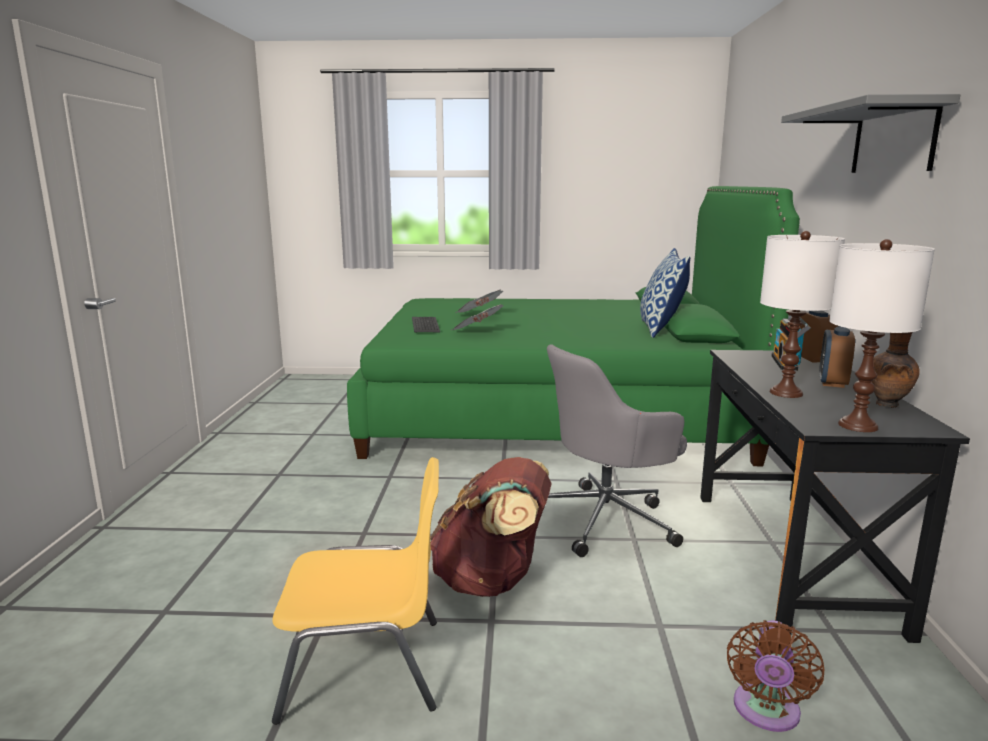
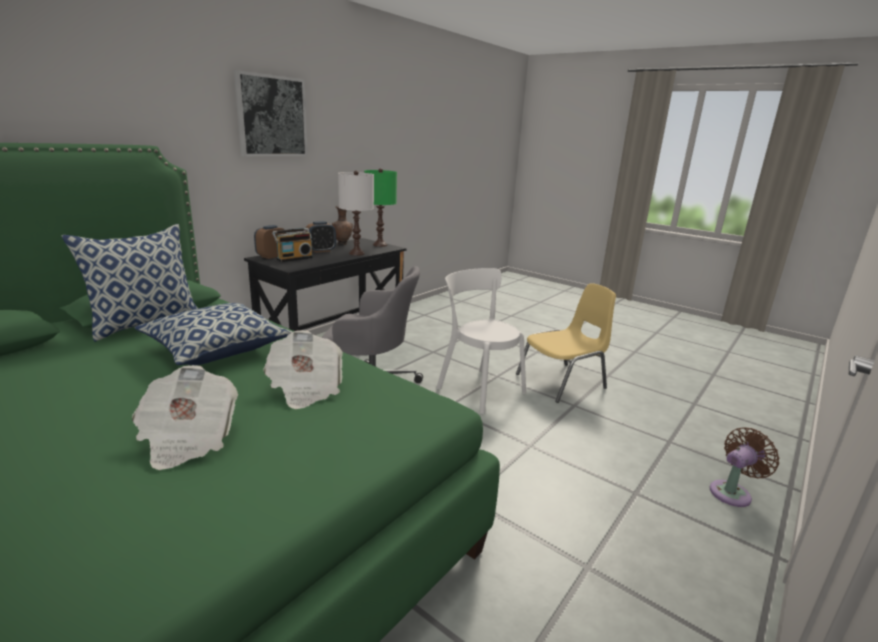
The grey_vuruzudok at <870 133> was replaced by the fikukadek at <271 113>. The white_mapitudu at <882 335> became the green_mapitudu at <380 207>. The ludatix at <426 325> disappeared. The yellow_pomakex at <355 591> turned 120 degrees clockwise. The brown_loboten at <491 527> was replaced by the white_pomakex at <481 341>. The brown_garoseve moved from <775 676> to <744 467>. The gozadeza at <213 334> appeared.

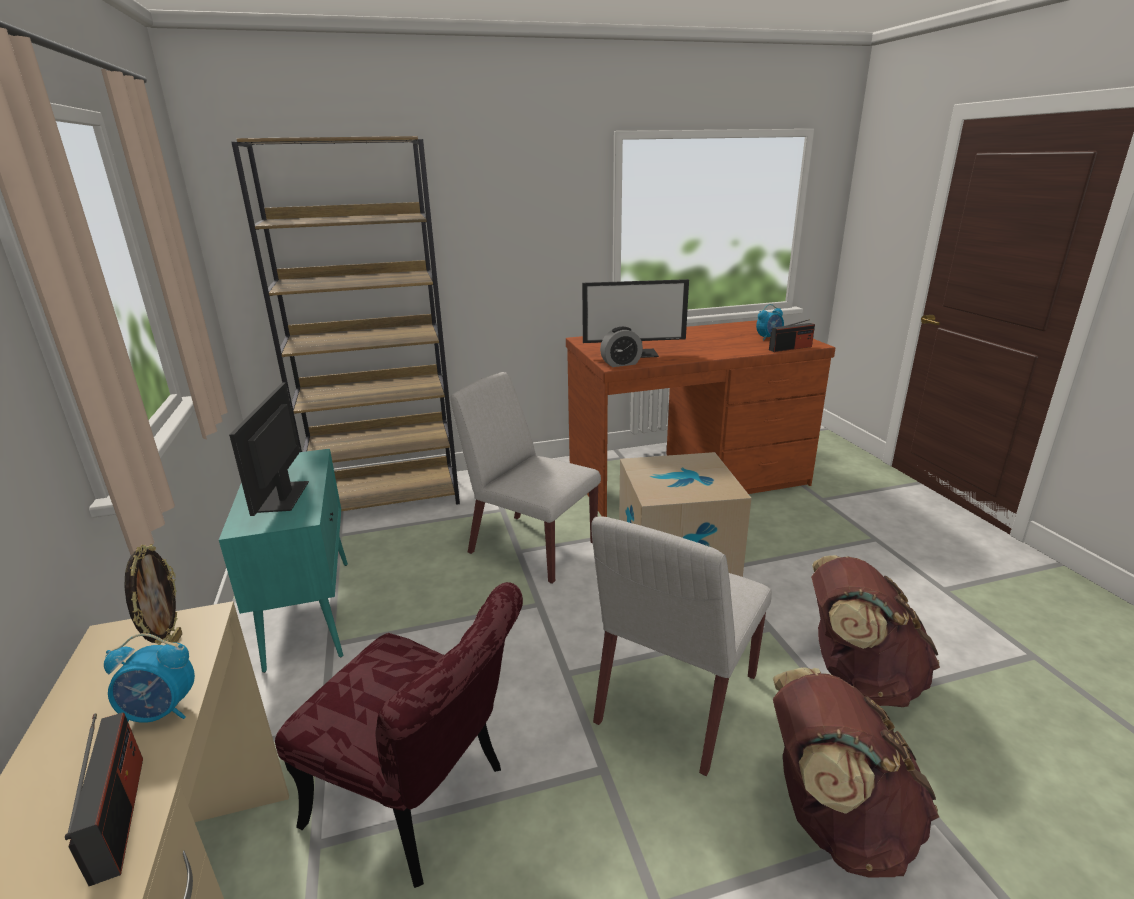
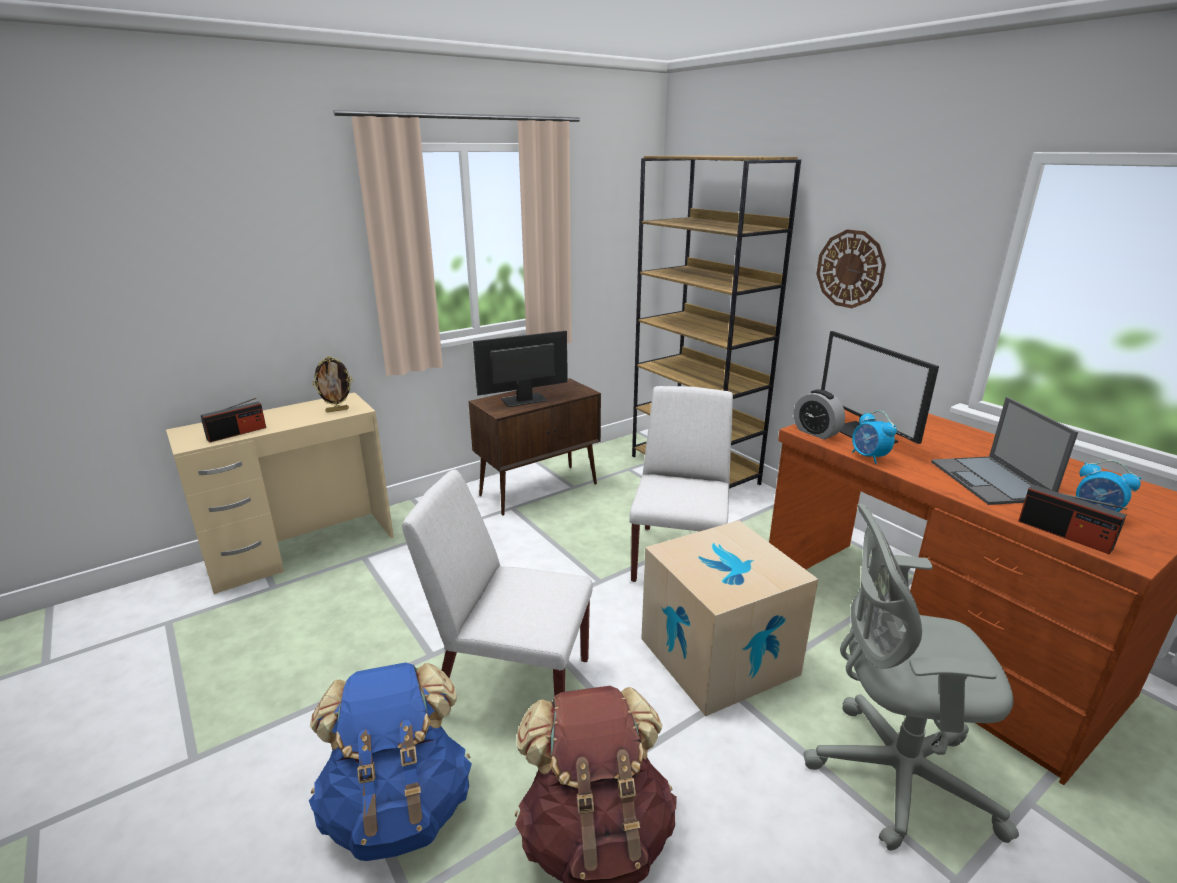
The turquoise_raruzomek at <283 561> became the brown_raruzomek at <534 447>. The red_pomakex at <399 735> disappeared. The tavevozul moved from <149 678> to <874 437>. The brown_loboten at <856 772> became the blue_loboten at <390 761>. The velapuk at <851 268> appeared. The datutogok at <1004 451> appeared. The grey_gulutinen at <911 677> appeared.

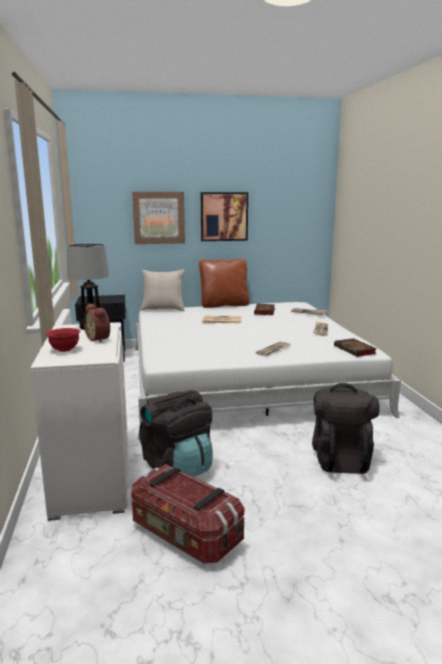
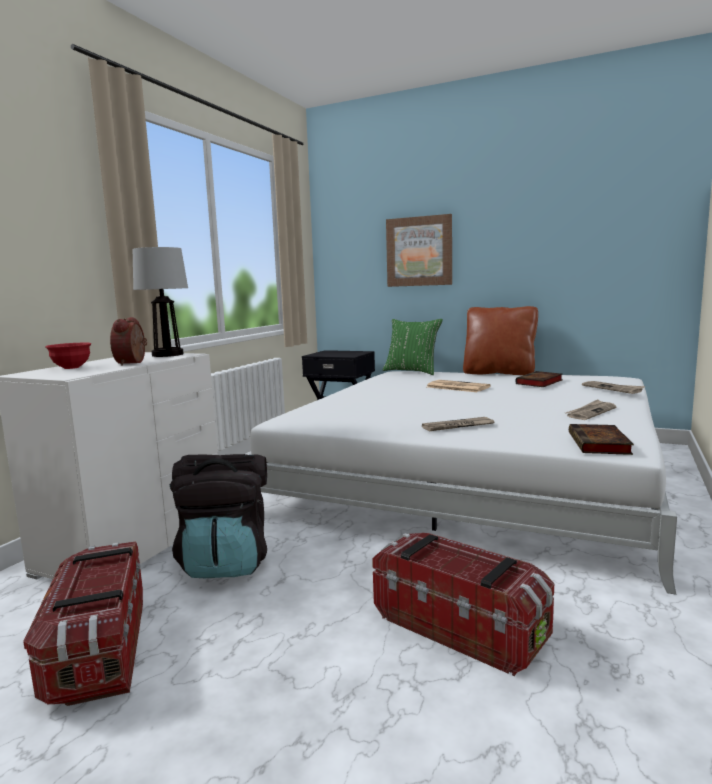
The fikukadek at <224 216> disappeared. The beige_gozadeza at <162 290> became the green_gozadeza at <413 347>. The black_loboten at <346 428> was replaced by the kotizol at <463 604>.

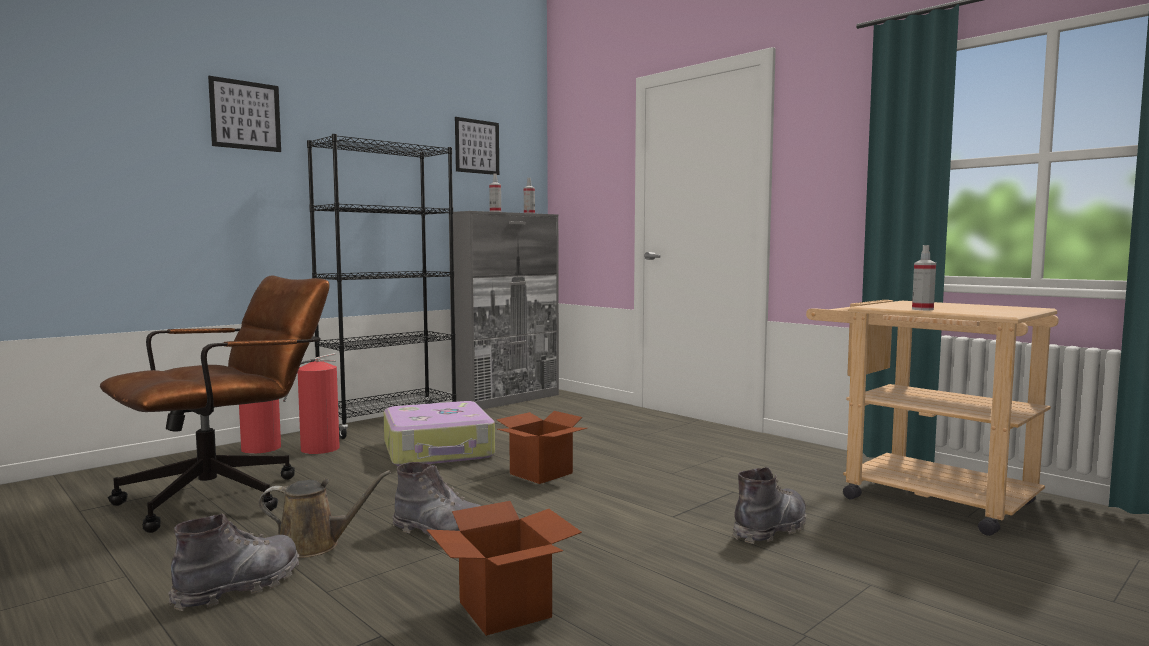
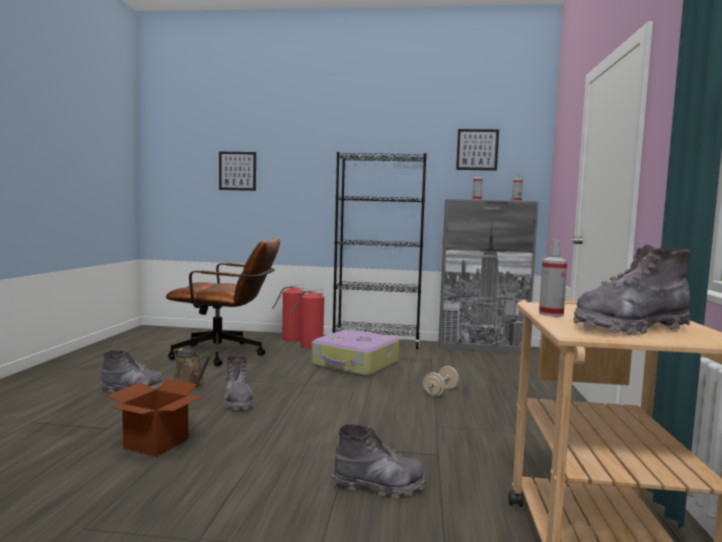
The fikukadek moved from <244 114> to <237 171>. The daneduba at <542 447> disappeared. The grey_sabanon at <632 289> appeared. The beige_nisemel at <441 381> appeared.

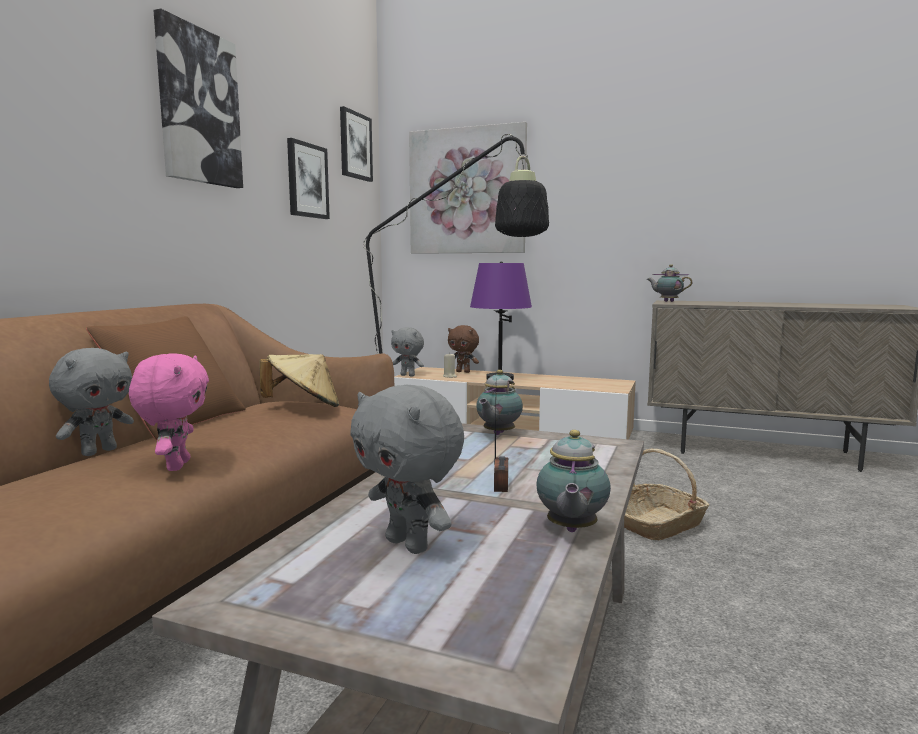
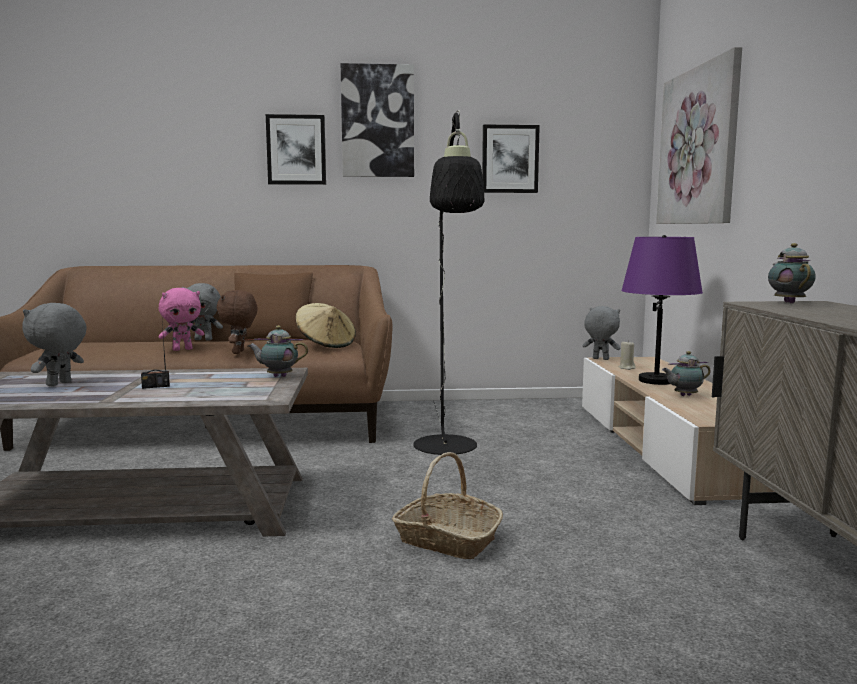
The fikukadek moved from <356 144> to <296 149>. The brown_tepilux moved from <463 349> to <237 322>. The grey_tepilux at <407 352> turned 120 degrees clockwise. The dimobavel moved from <573 481> to <686 373>.

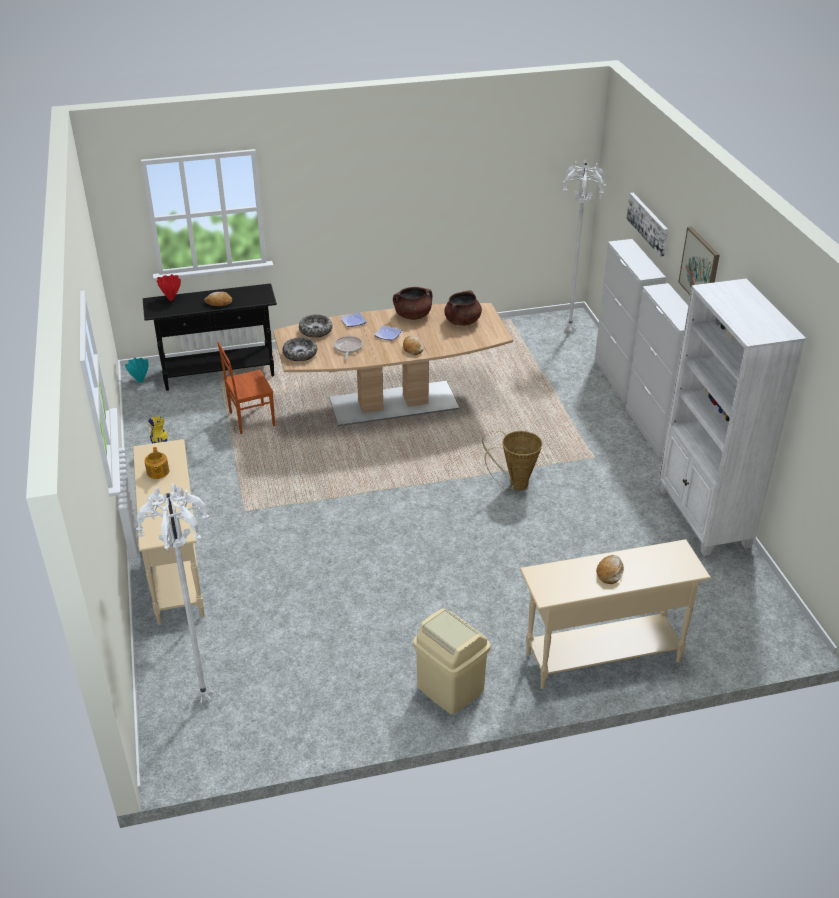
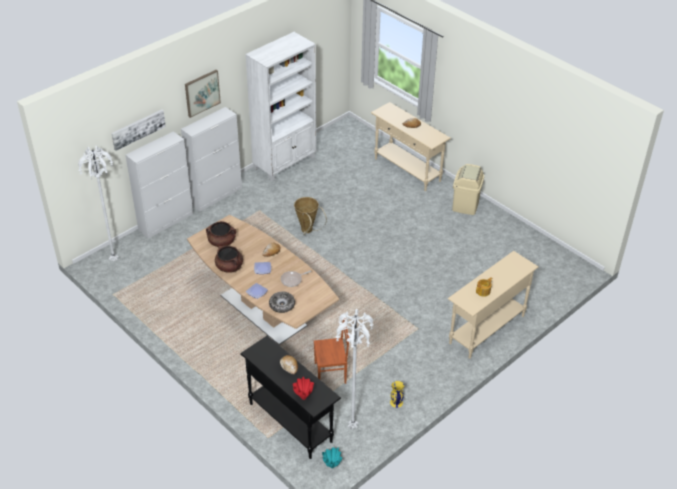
The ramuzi at <299 349> disappeared. The brown_pomakex at <246 388> turned 45 degrees counterclockwise. The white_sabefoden moved from <174 594> to <354 369>.

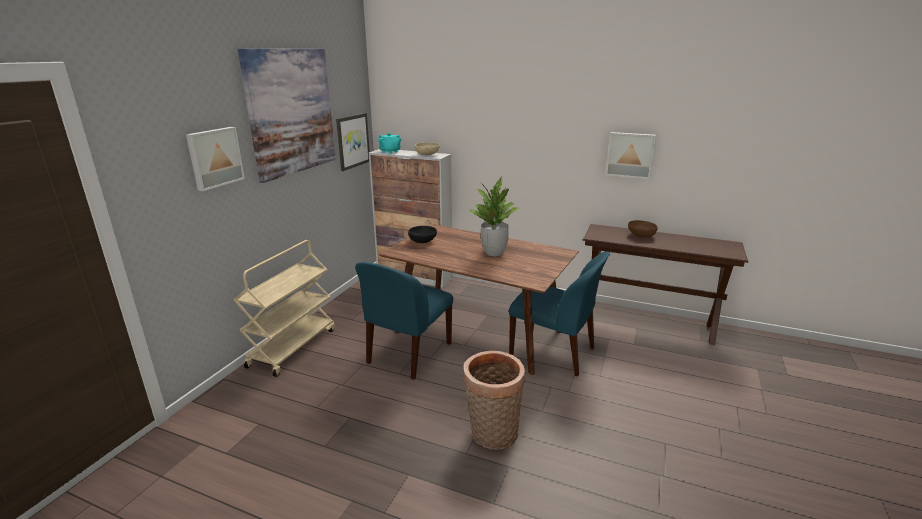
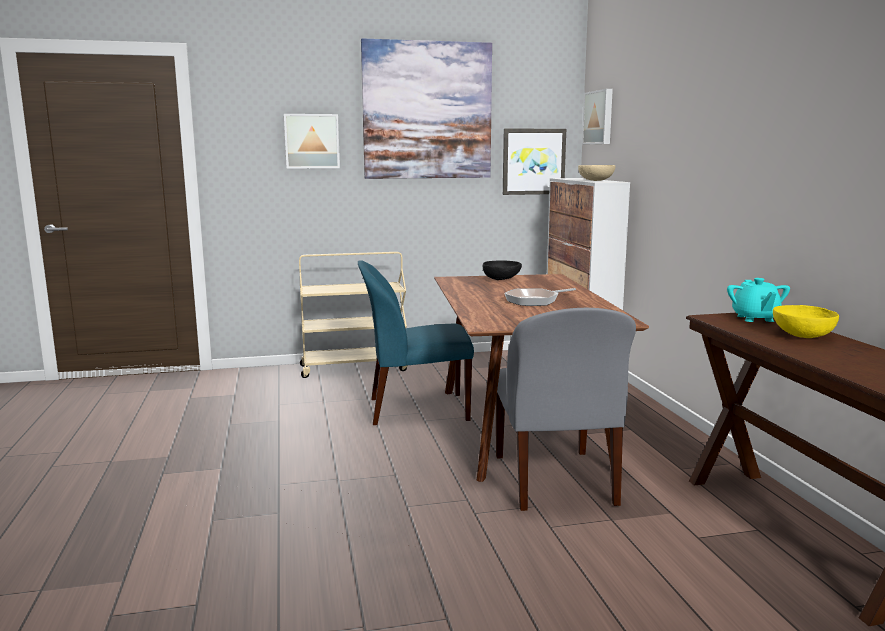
The fikukadek moved from <630 155> to <597 116>. The turquoise_dimobavel moved from <389 143> to <758 300>. The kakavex at <494 216> was replaced by the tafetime at <540 297>. The brown_ramuzi at <643 229> became the yellow_ramuzi at <806 321>. The blue_pomakex at <559 313> became the grey_pomakex at <566 409>. The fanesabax at <494 400> disappeared.

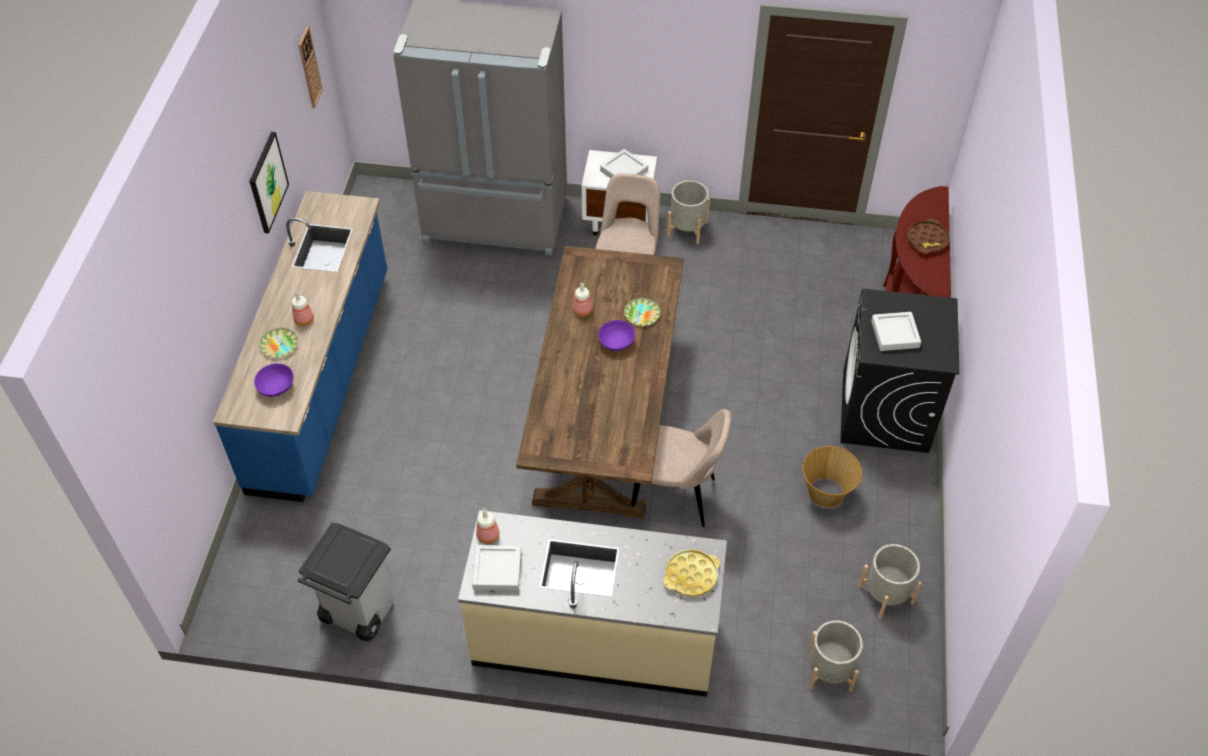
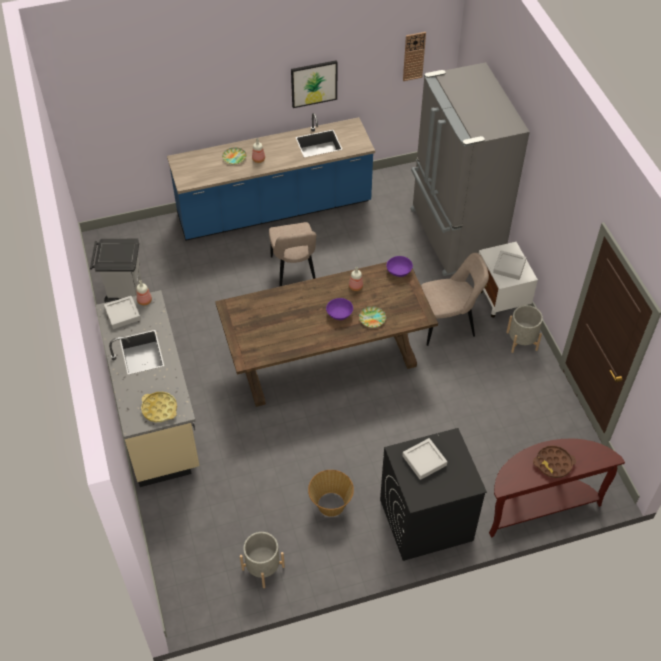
The purple_ramuzi moved from <273 380> to <399 266>. The beige_pomakex moved from <681 468> to <292 254>. The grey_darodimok at <835 656> disappeared.

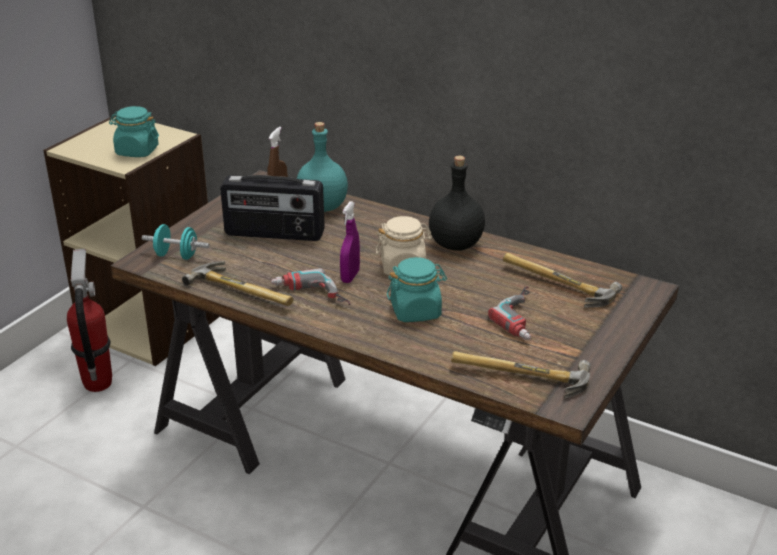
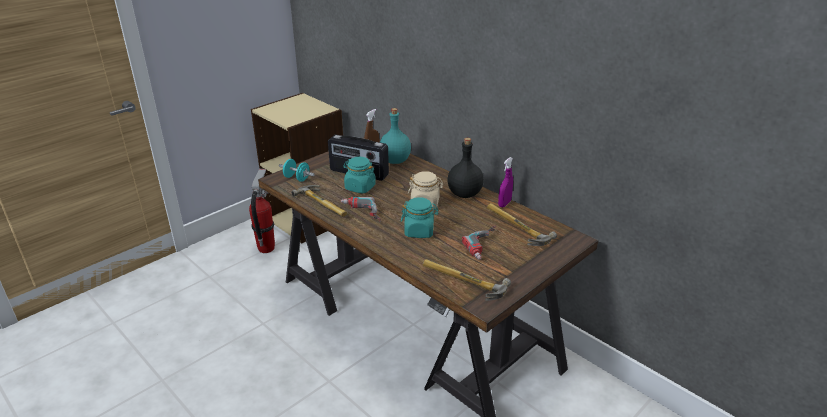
The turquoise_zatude moved from <134 131> to <359 175>. The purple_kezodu moved from <350 242> to <505 182>.

